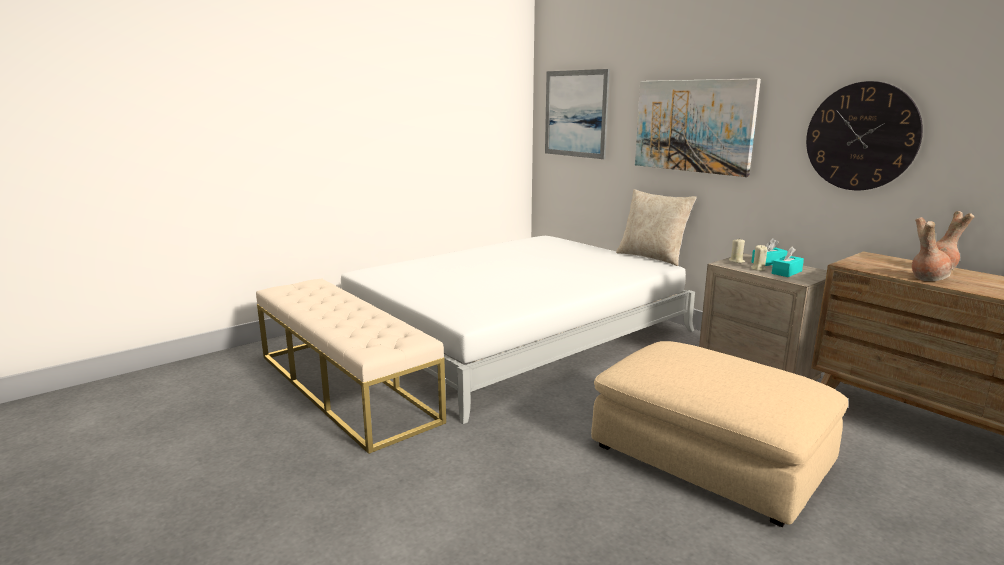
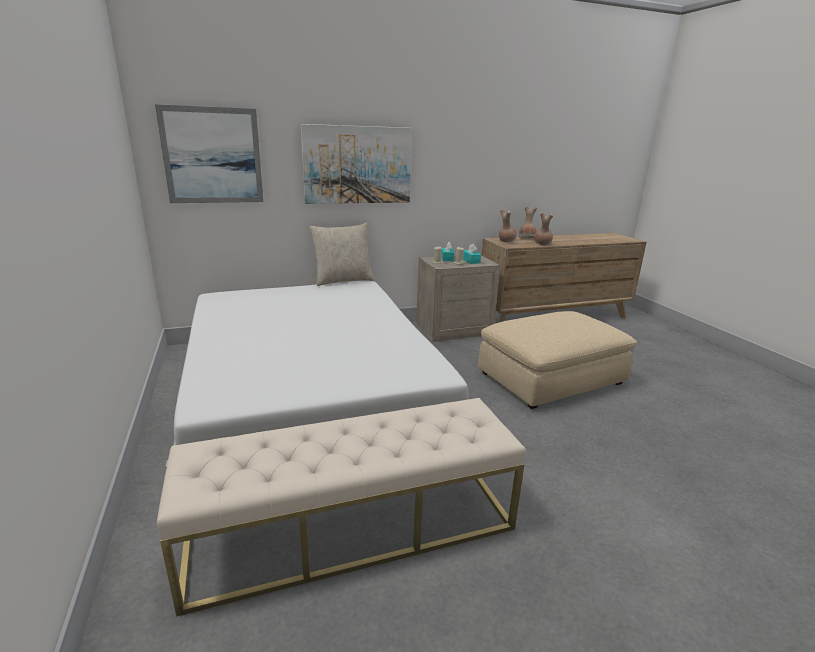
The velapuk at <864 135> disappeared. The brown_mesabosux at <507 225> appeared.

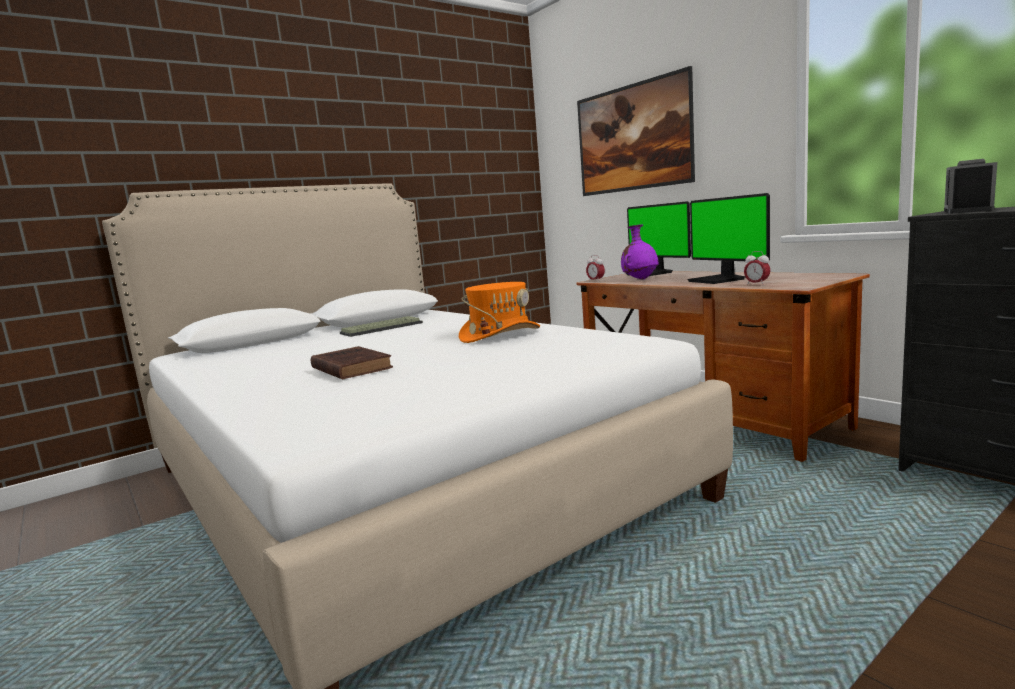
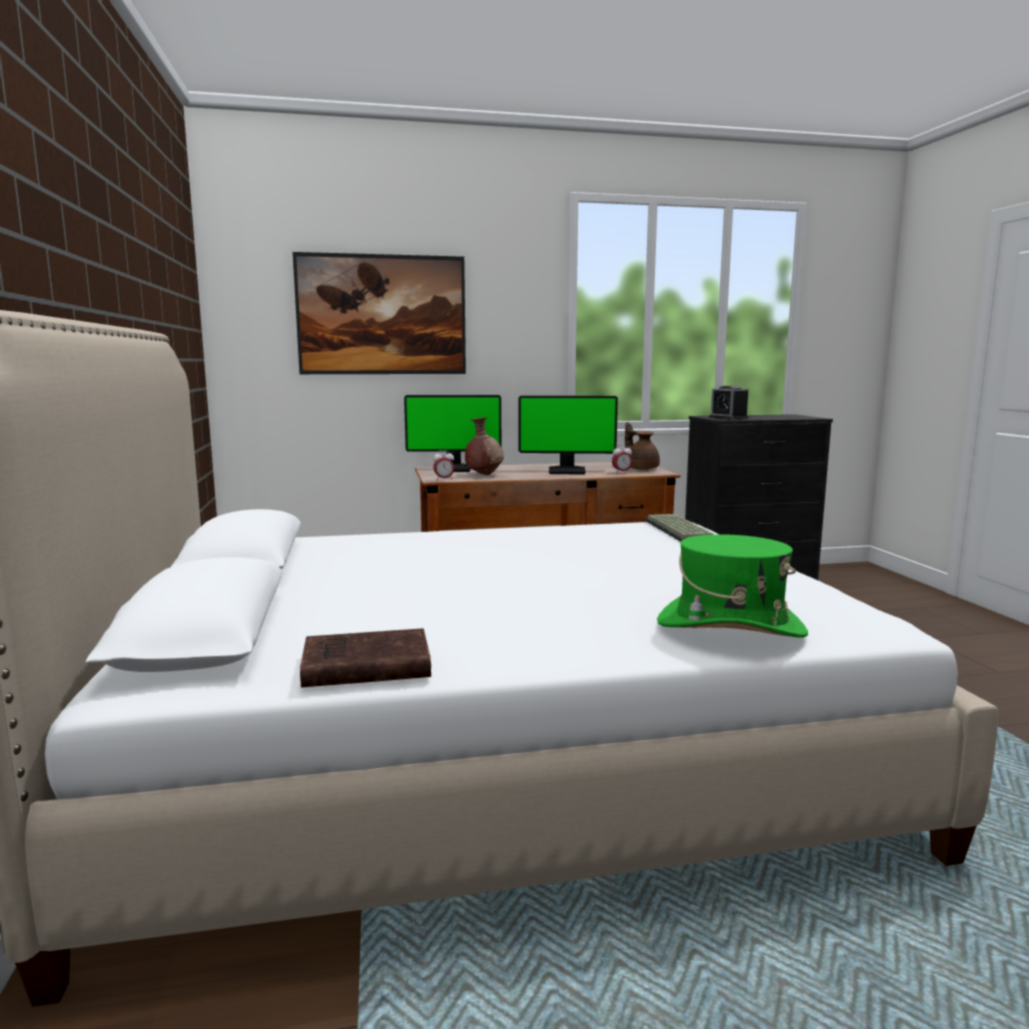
The purple_mesabosux at <640 252> became the brown_mesabosux at <484 446>. The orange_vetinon at <499 312> disappeared. The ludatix moved from <381 326> to <679 528>. The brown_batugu moved from <352 362> to <365 658>. The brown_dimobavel at <642 446> appeared. The green_vetinon at <732 586> appeared.

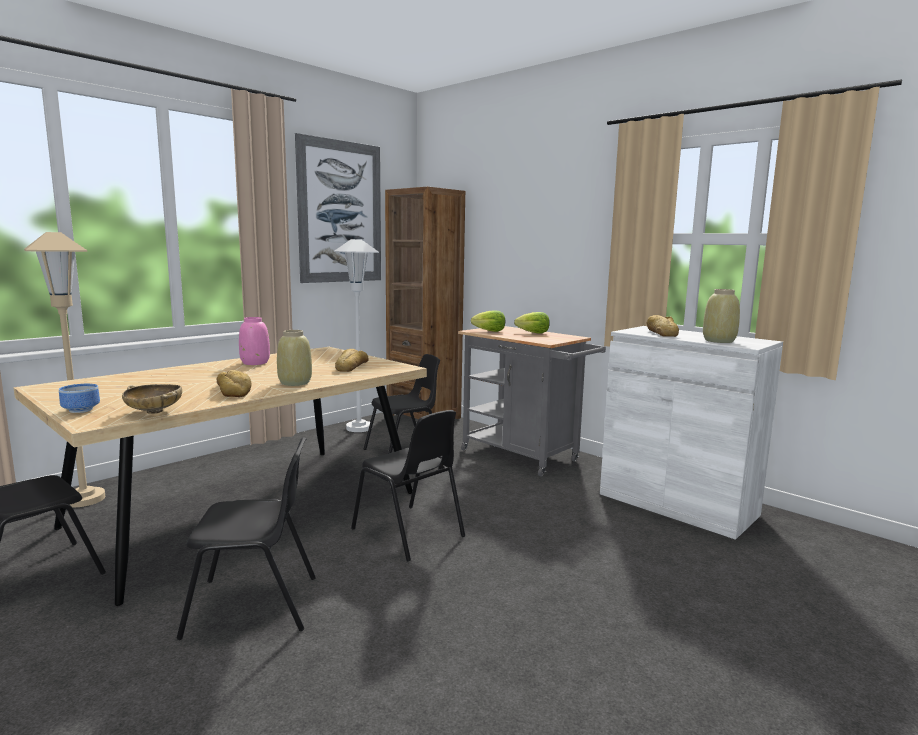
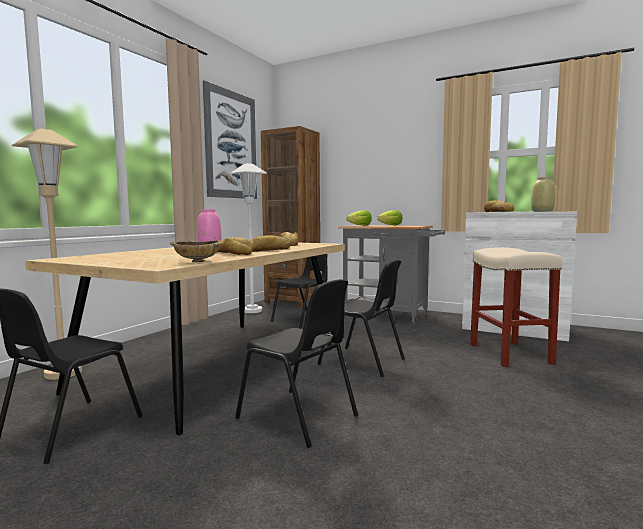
The beige_mesabosux at <294 358> was replaced by the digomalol at <269 243>. The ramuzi at <79 398> disappeared. The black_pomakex at <246 538> turned 60 degrees clockwise. The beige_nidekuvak at <516 307> appeared.

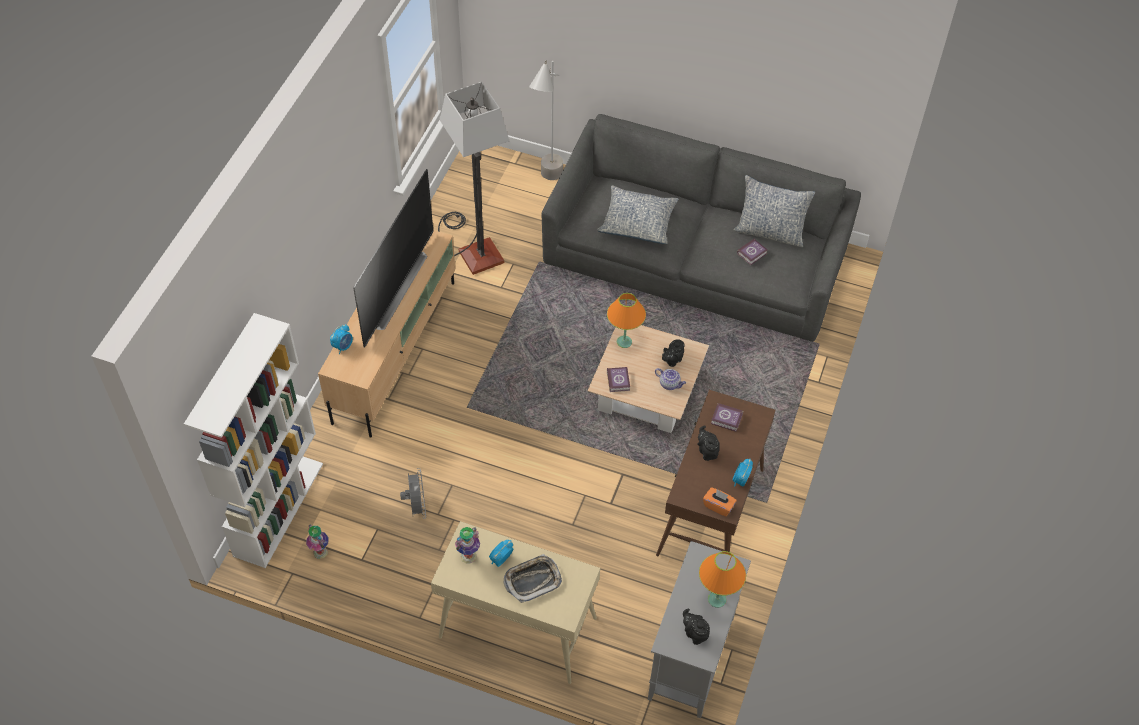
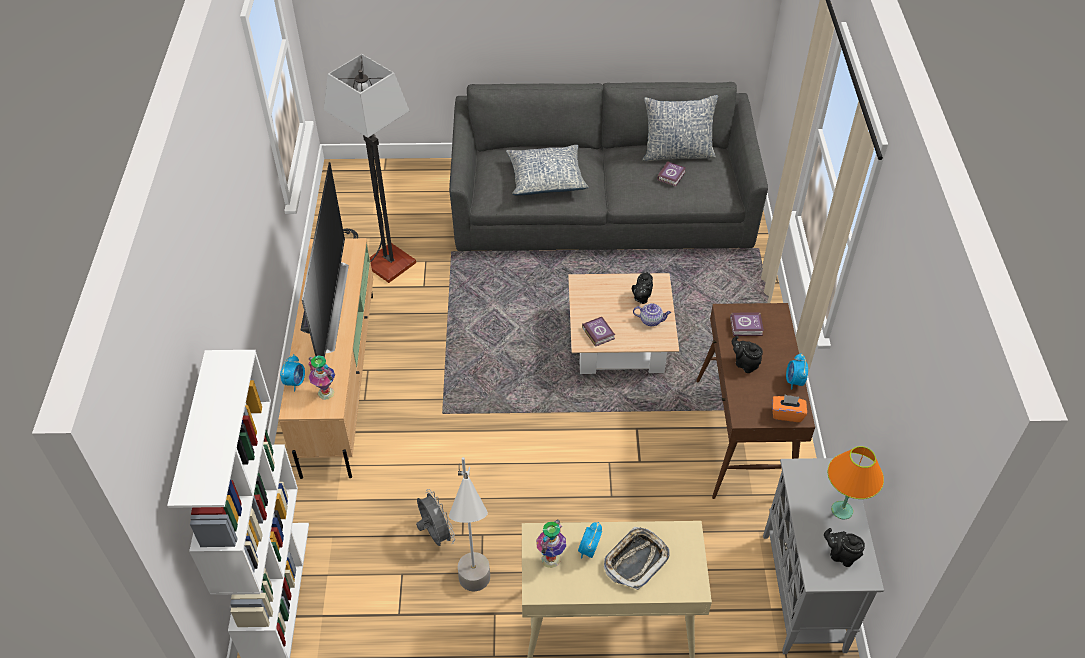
The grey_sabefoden moved from <546 120> to <469 524>. The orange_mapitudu at <626 320> disappeared. The mesabosux moved from <317 541> to <321 377>.

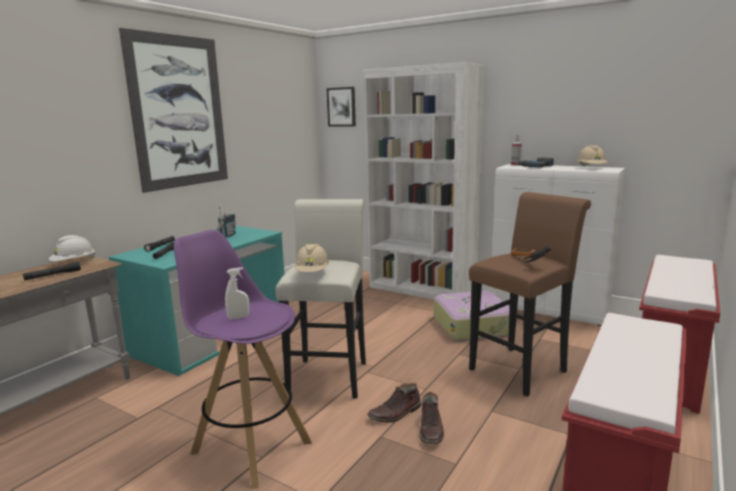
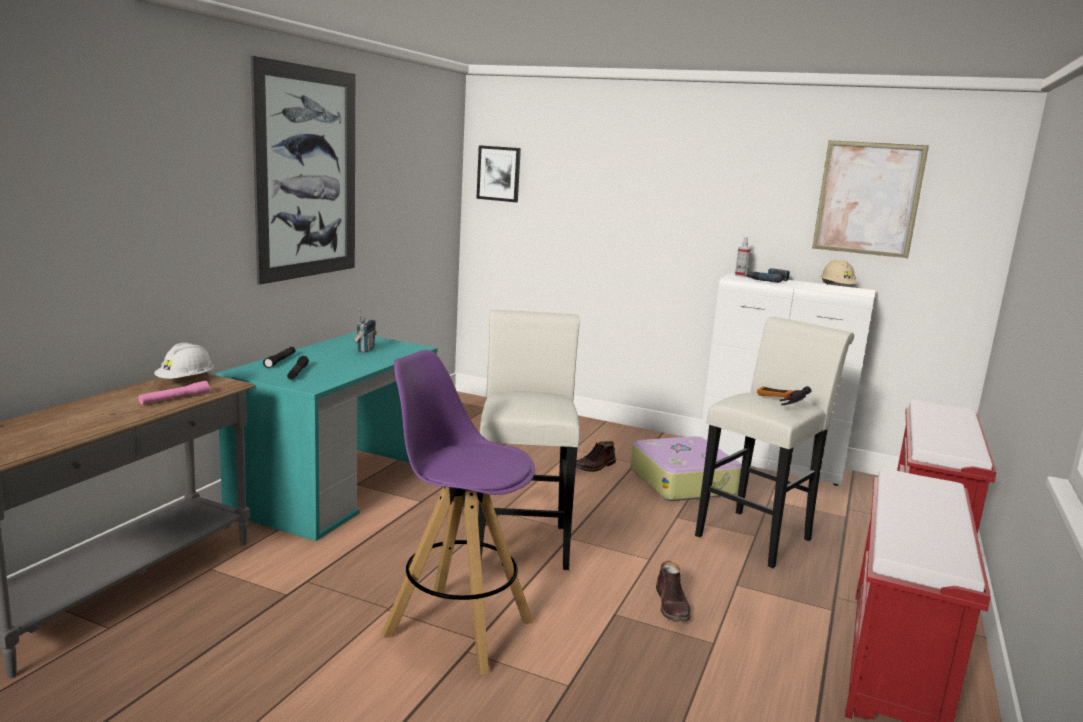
The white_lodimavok at <424 180> disappeared. The brown_nidekuvak at <530 294> became the white_nidekuvak at <774 442>. The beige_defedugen at <312 258> disappeared. The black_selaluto at <52 271> became the pink_selaluto at <174 392>. The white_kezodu at <237 293> disappeared. The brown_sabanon moved from <394 403> to <596 456>. The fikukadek at <870 199> appeared.

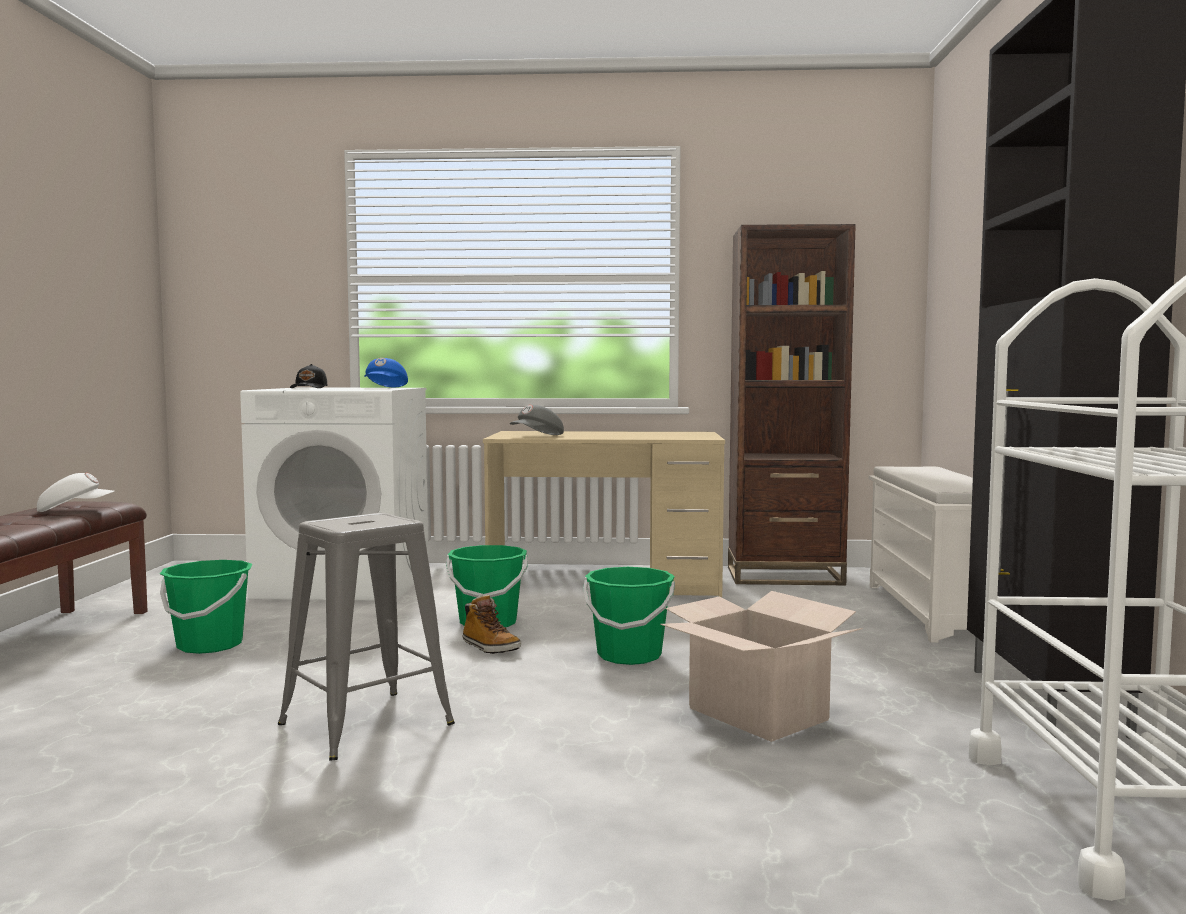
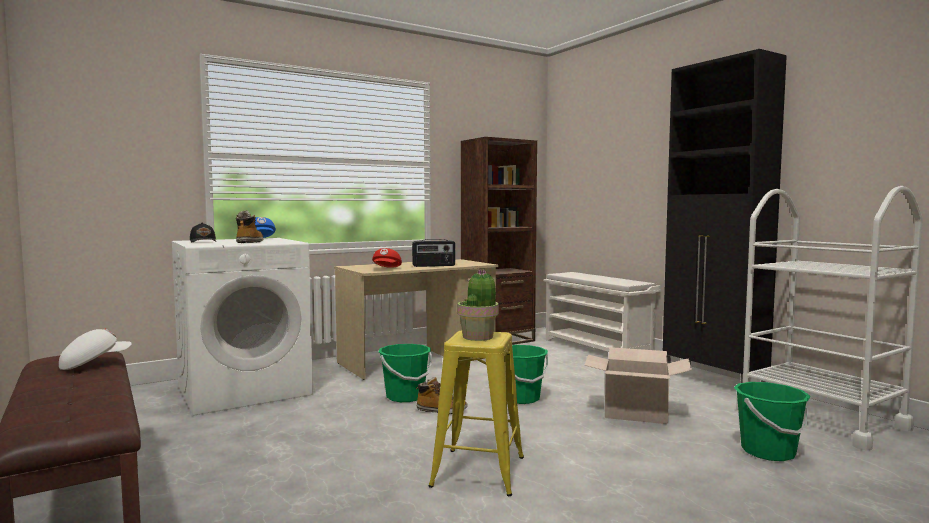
The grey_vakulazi at <537 420> became the red_vakulazi at <387 258>. The grey_nidekuvak at <366 636> became the yellow_nidekuvak at <476 413>. The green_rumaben moved from <206 607> to <772 421>. The sabanon at <249 226> appeared. The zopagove at <433 253> appeared. The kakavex at <478 305> appeared.

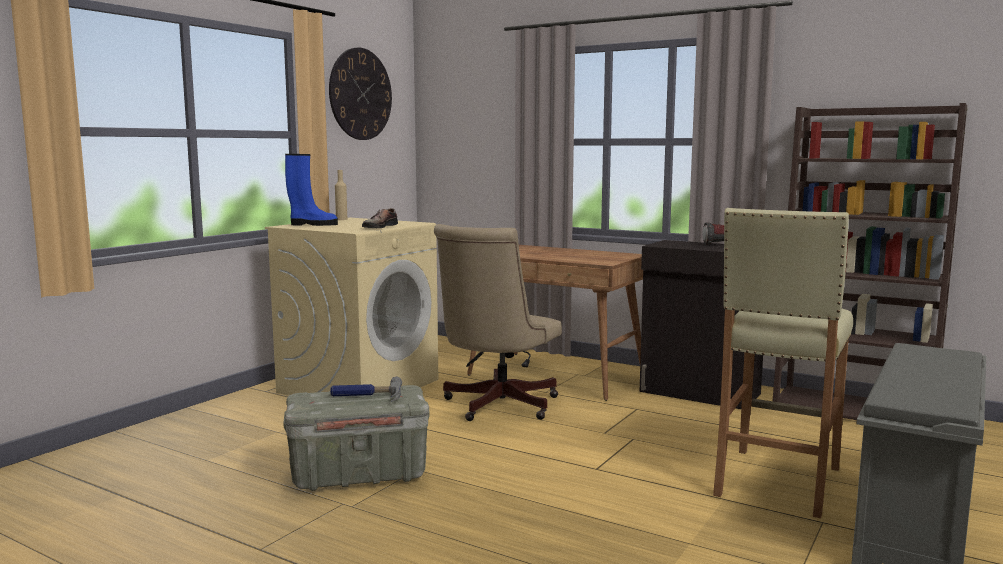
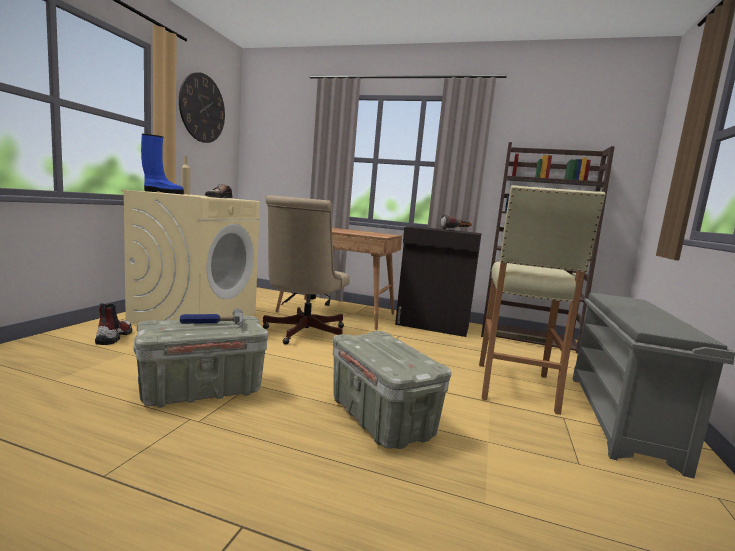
The sabanon at <114 324> appeared. The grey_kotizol at <392 390> appeared.

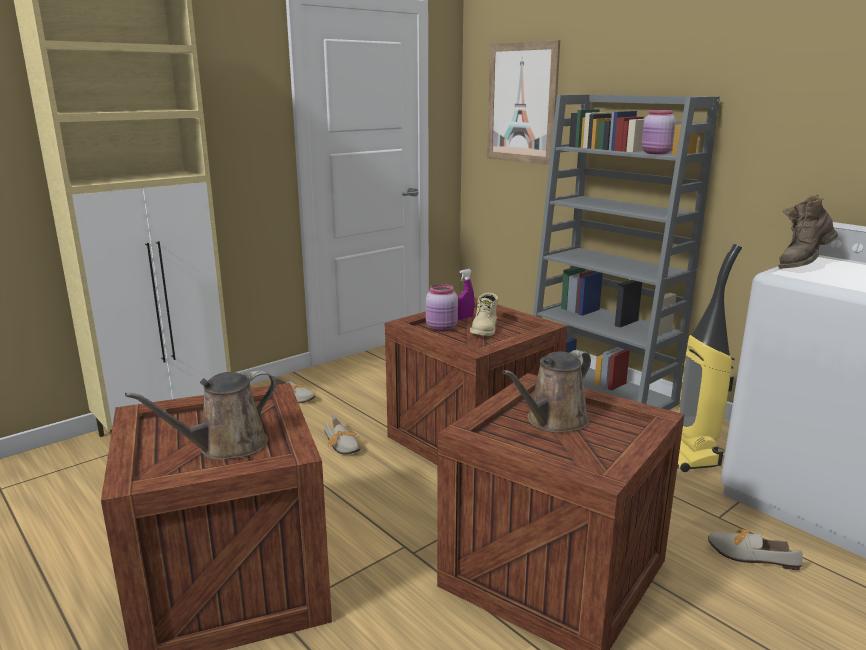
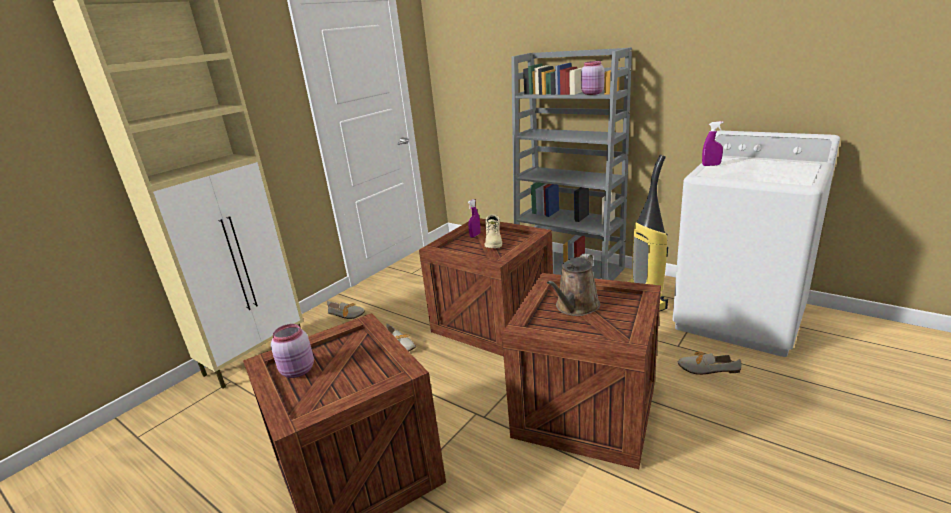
The fikukadek at <523 102> disappeared. The brown_sabanon at <808 232> was replaced by the purple_kezodu at <713 143>. The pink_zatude moved from <442 308> to <292 351>. The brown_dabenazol at <200 415> disappeared.

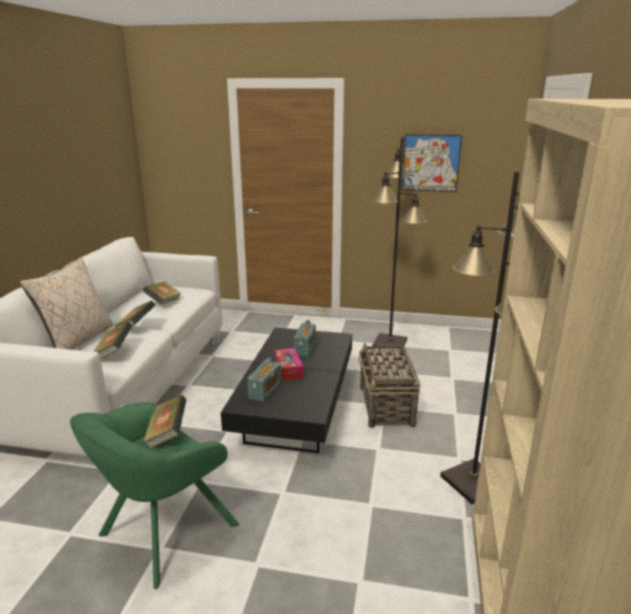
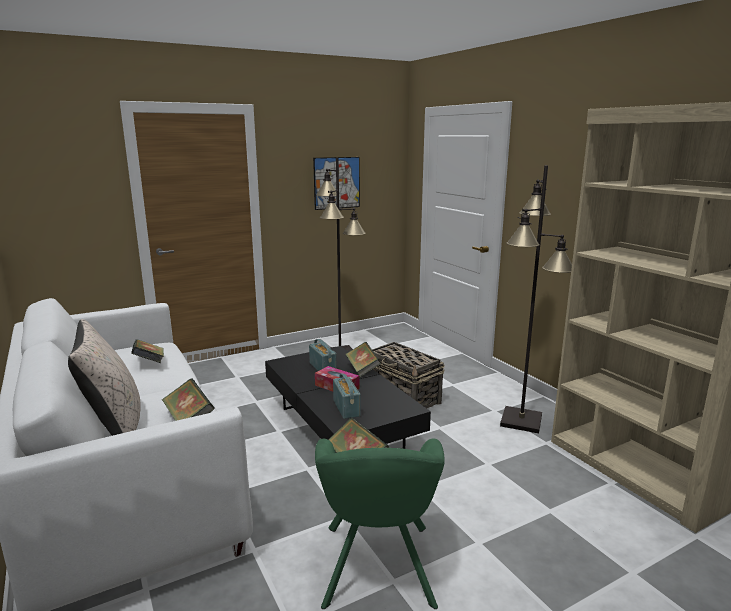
The batugu moved from <135 314> to <363 359>.

